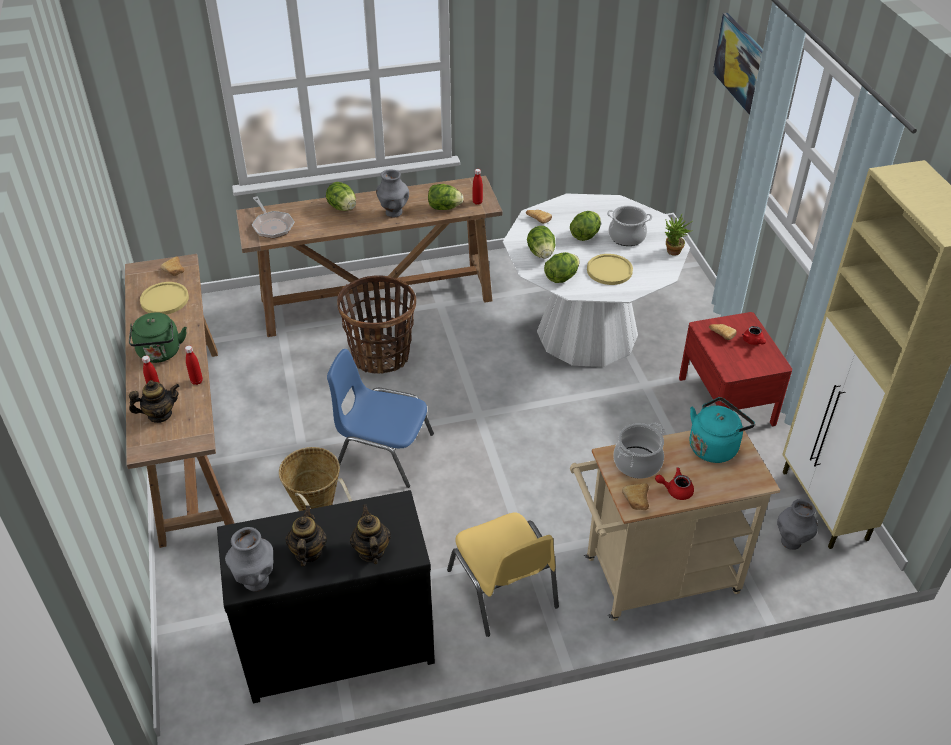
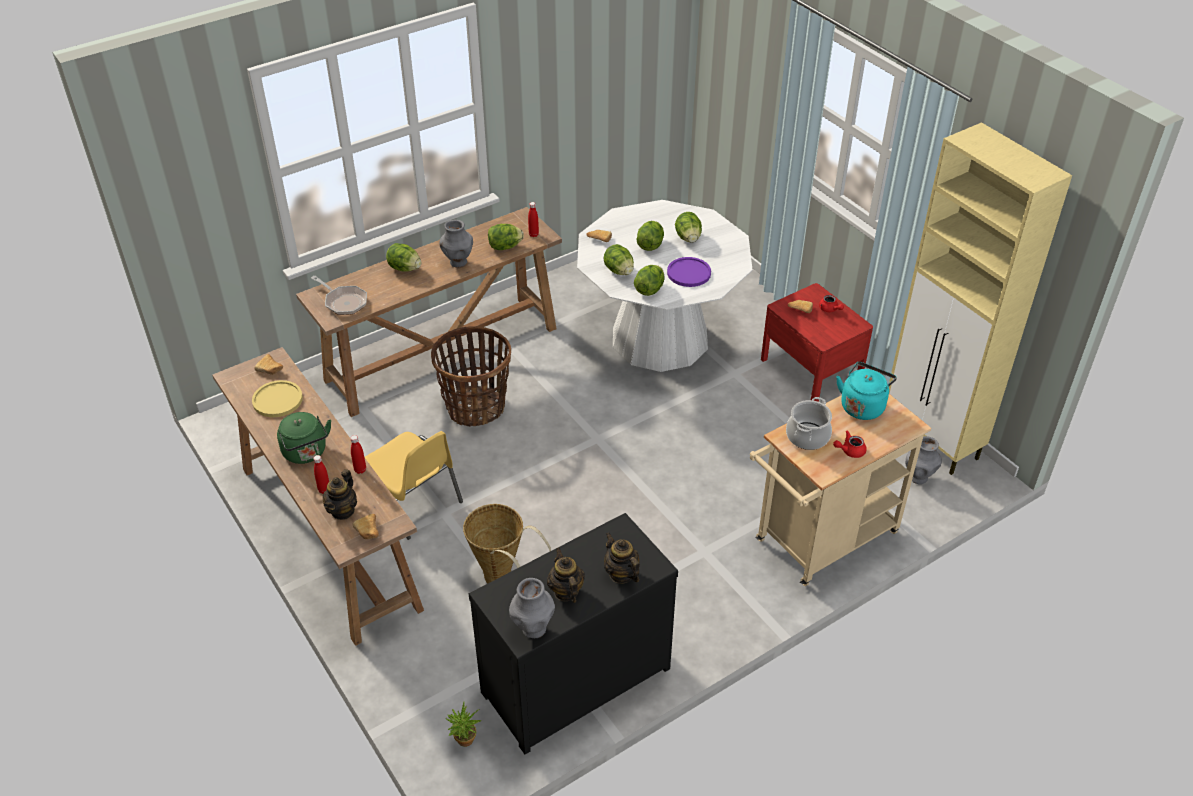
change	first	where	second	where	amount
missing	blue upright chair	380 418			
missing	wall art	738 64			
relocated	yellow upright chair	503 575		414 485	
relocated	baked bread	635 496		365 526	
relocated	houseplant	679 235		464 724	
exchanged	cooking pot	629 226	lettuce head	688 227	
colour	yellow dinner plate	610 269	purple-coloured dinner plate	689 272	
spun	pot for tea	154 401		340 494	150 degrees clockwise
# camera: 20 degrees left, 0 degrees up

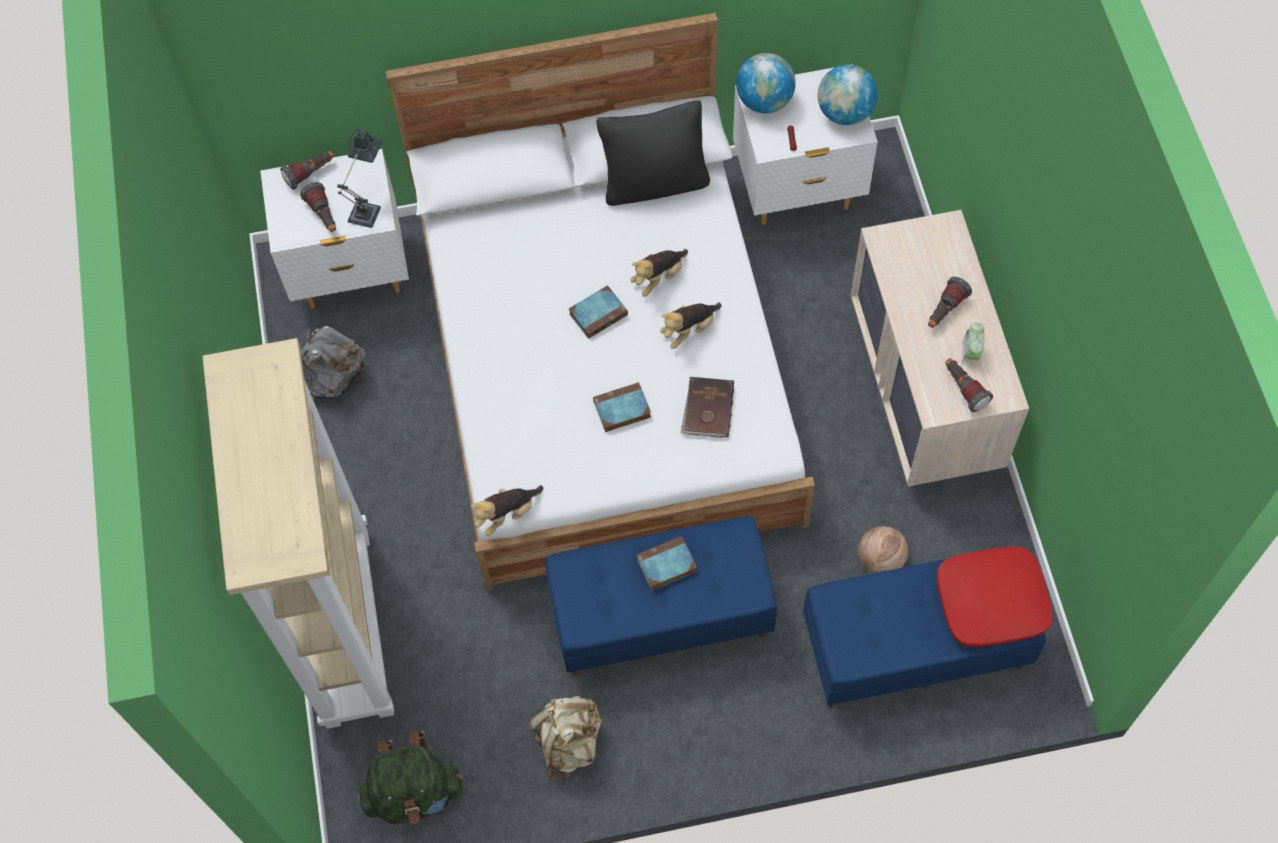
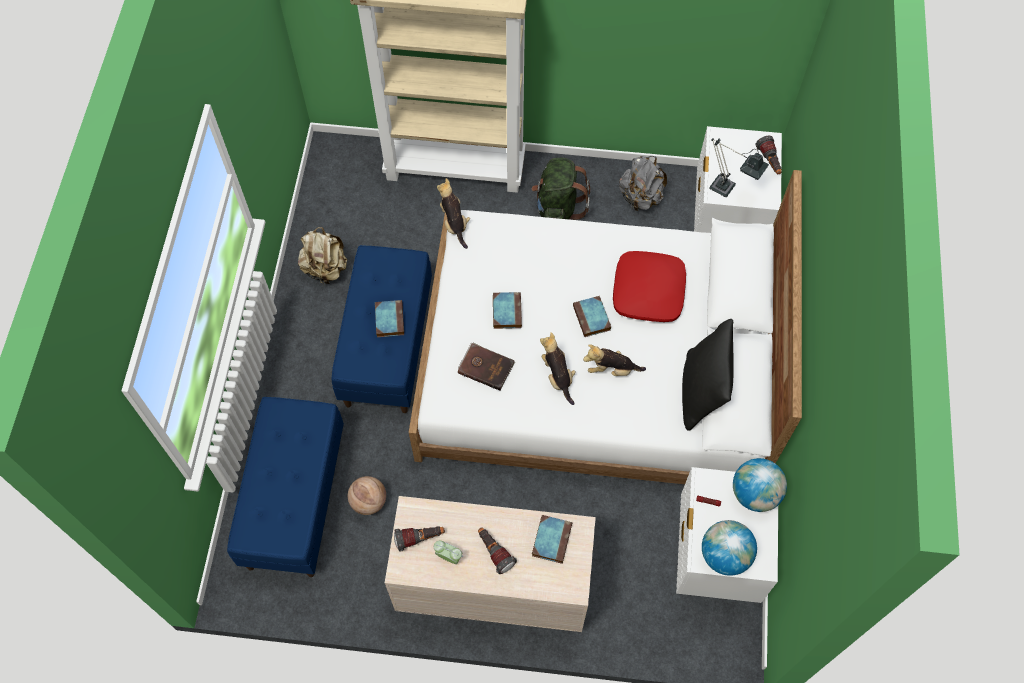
change	first	where	second	where	amount
missing	hand torch	318 207			
appeared			bound book	552 539	
relocated	green rucksack	411 777		560 189	
relocated	reddish throw pillow	994 597		649 286	
spun	soft toy	659 273		614 360	60 degrees counterclockwise
# camera: 105 degrees right, 0 degrees up

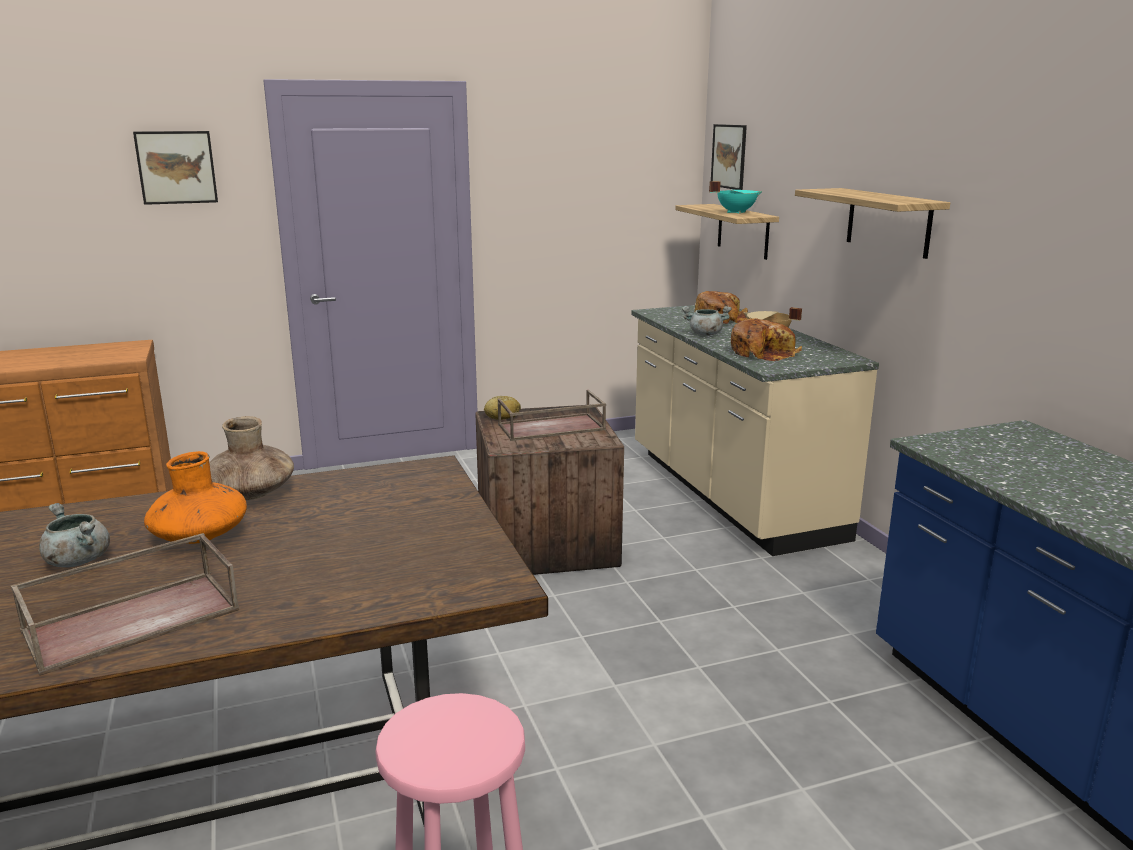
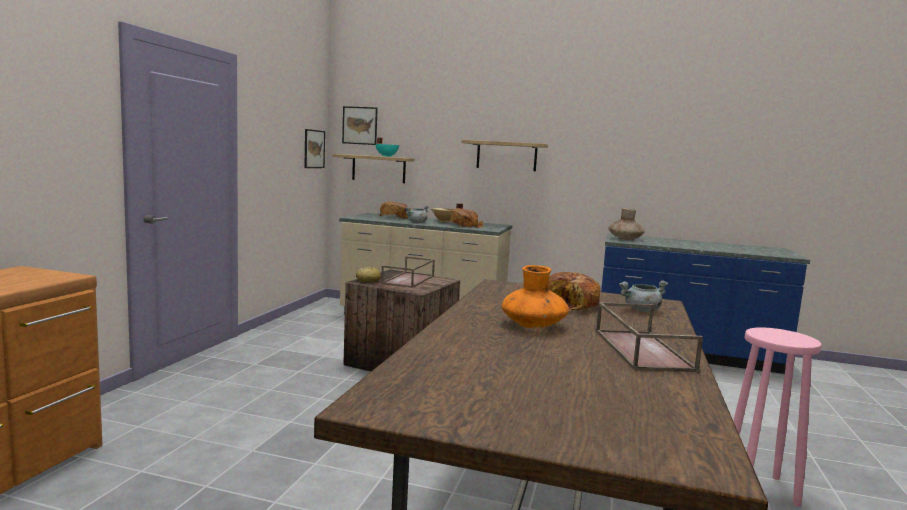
change	first	where	second	where	amount
appeared			baked bread	574 291	
relocated	greyish cooking pot	74 535		643 296	
relocated	wall art	175 168		314 148	
relocated	brown-coloured flower vase	251 458		627 224	
# camera: 55 degrees left, 10 degrees down

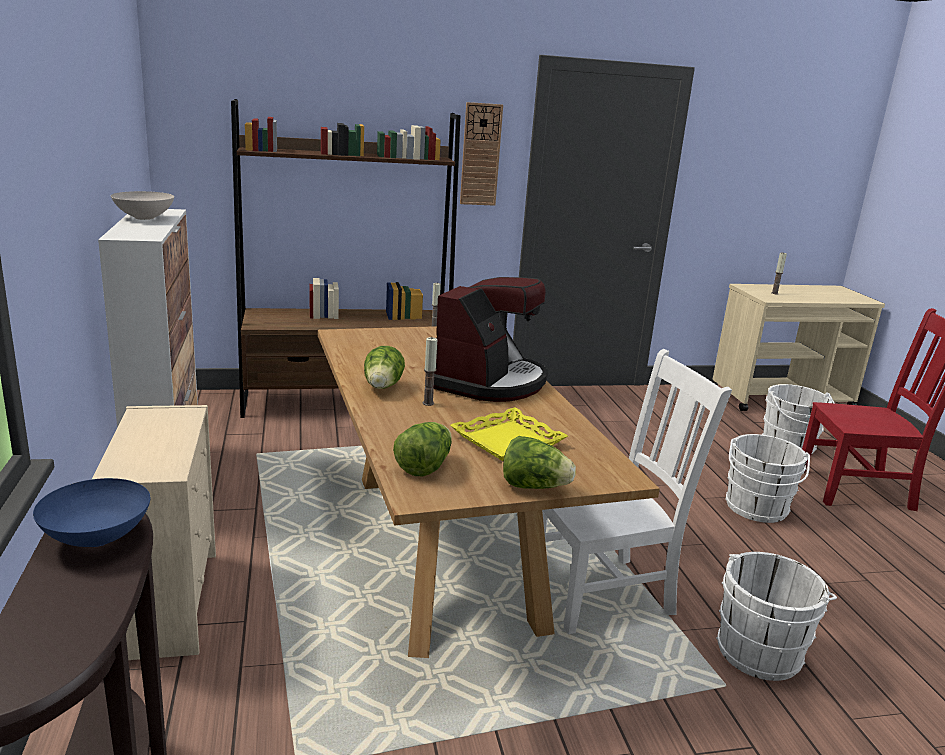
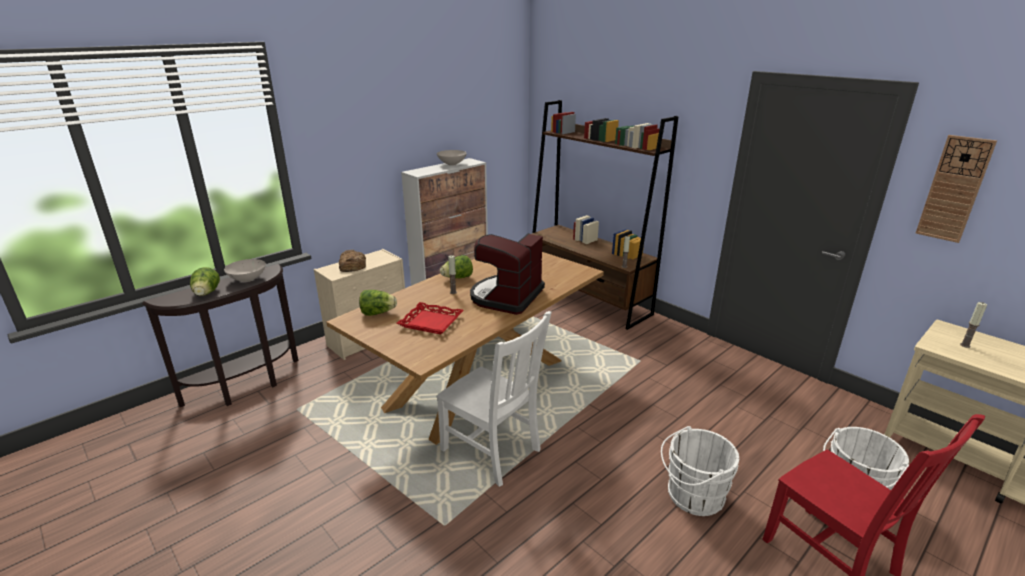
change	first	where	second	where	amount
missing	whitish bucket	776 616			
appeared			baked bread	352 261	
relocated	wall clock	481 154		956 189	
relocated	lettuce head	539 462		205 281	
colour	blue bowl	91 512	whitish bowl	245 270	
colour	yellow tray	509 434	reddish tray	430 318	
spun	coffee brewer	490 339		507 274	120 degrees clockwise
# camera: 60 degrees right, 5 degrees up

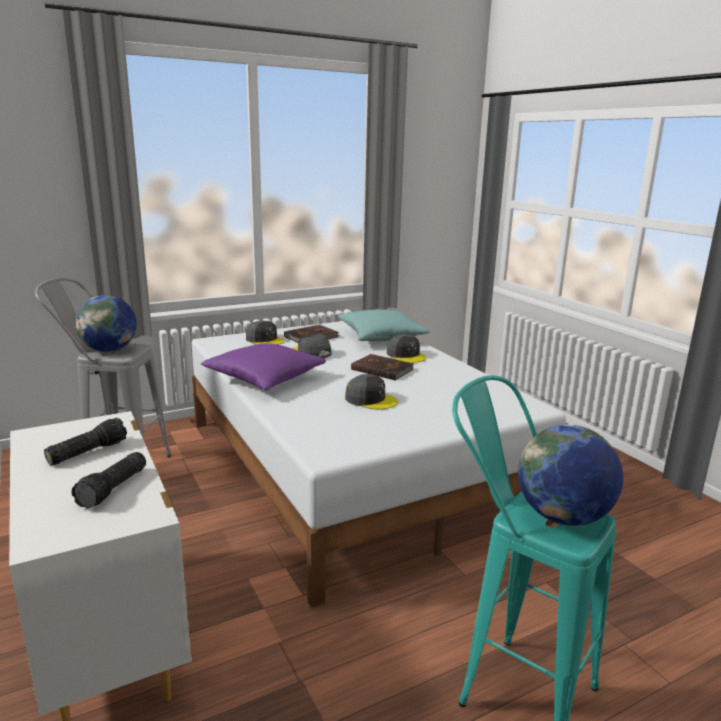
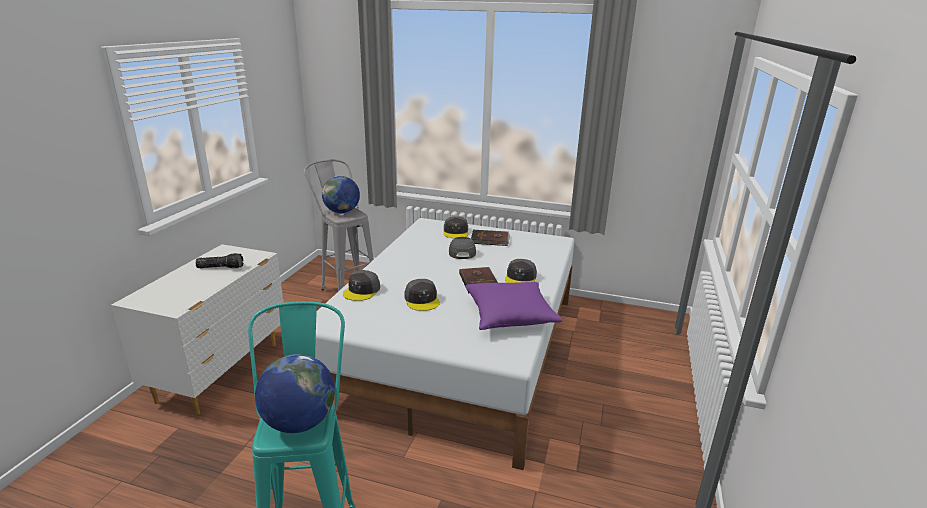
change	first	where	second	where	amount
missing	hand torch	109 480			
missing	turquoise-coloured throw pillow	384 326			
appeared			greyish cap	361 285	
relocated	purple-coloured throw pillow	263 366		514 306	
# camera: 45 degrees right, 5 degrees up

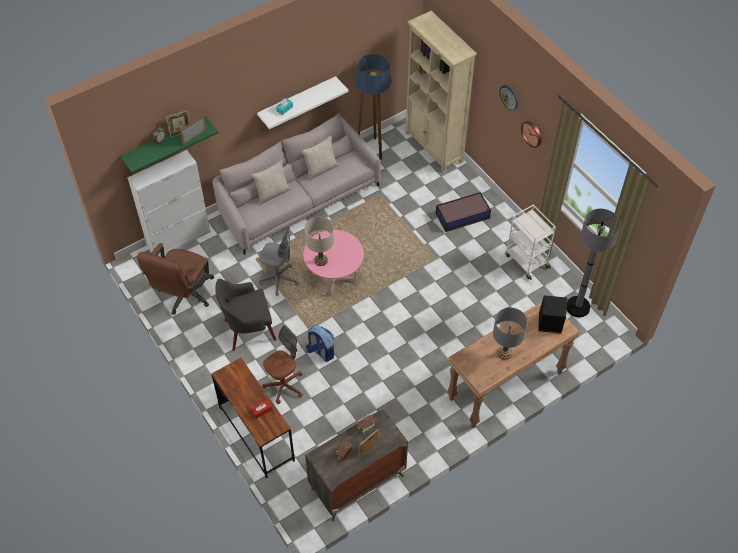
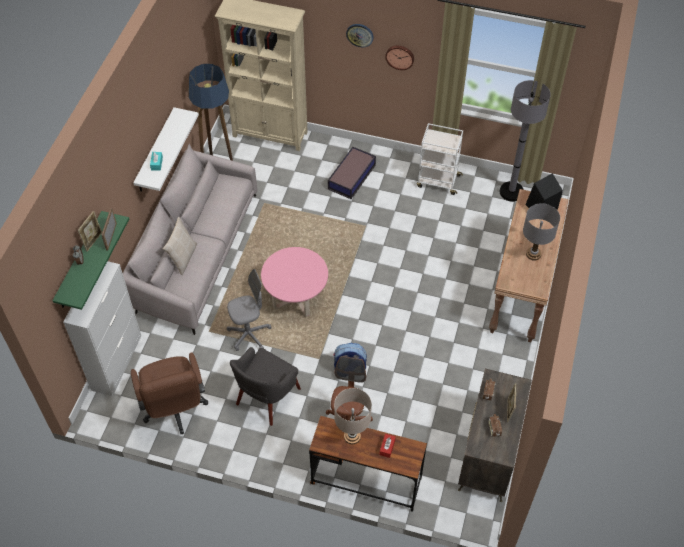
change	first	where	second	where	amount
missing	beige throw pillow	320 158			
relocated	beige tabletop lamp	319 241		353 416	
# camera: 40 degrees left, 0 degrees up

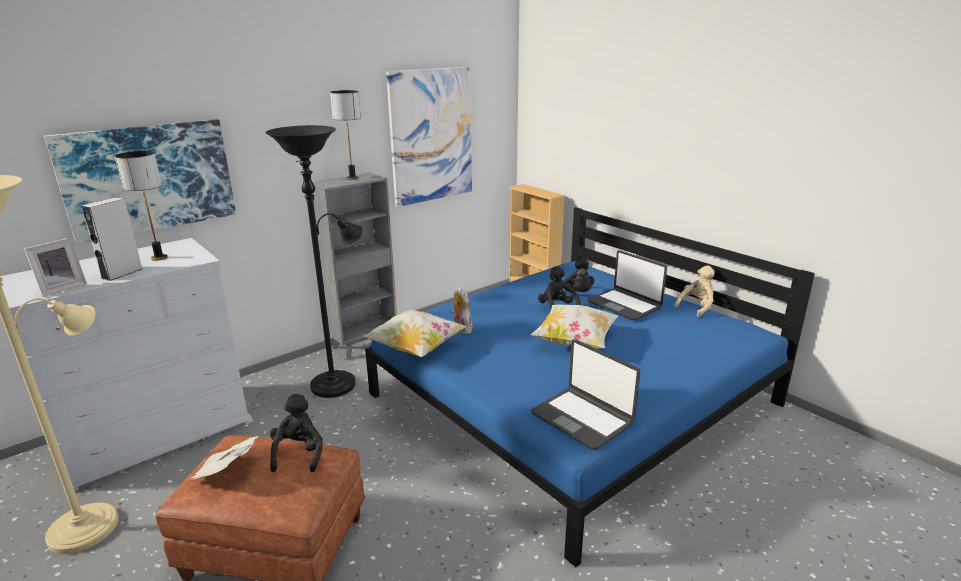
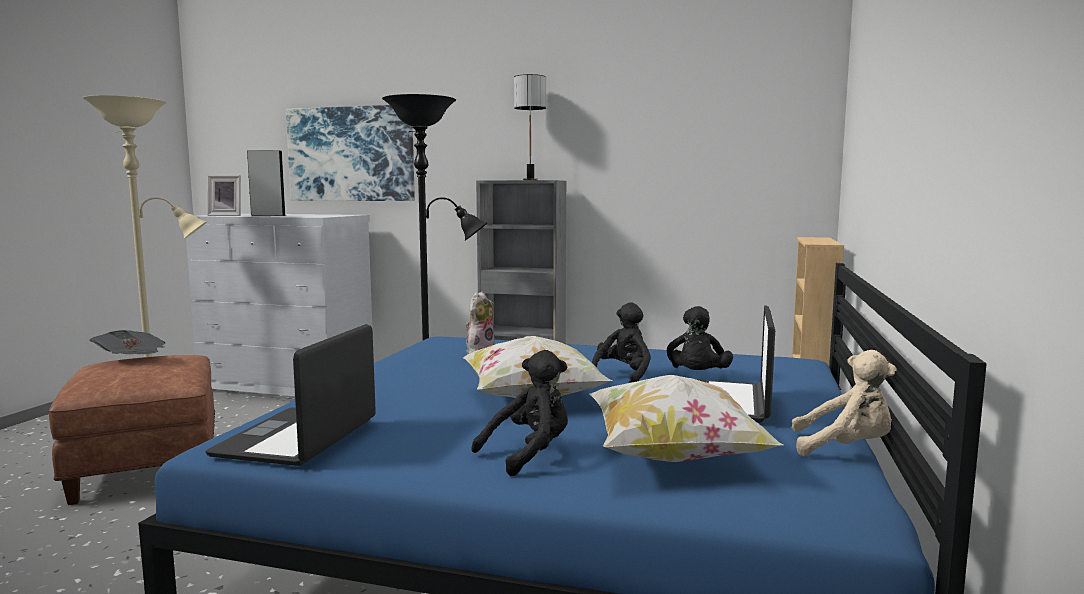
change	first	where	second	where	amount
missing	tabletop lamp	141 206			
missing	wall art	429 137			
relocated	blackish soft toy	296 433		519 413	
relocated	throw pillow	415 333		685 418	
# camera: 55 degrees right, 15 degrees down

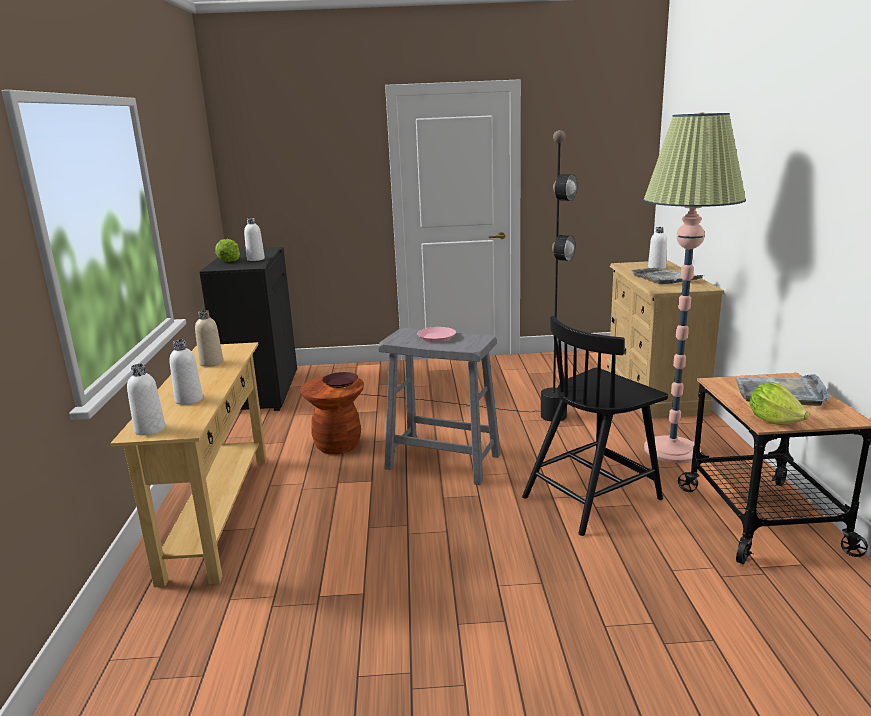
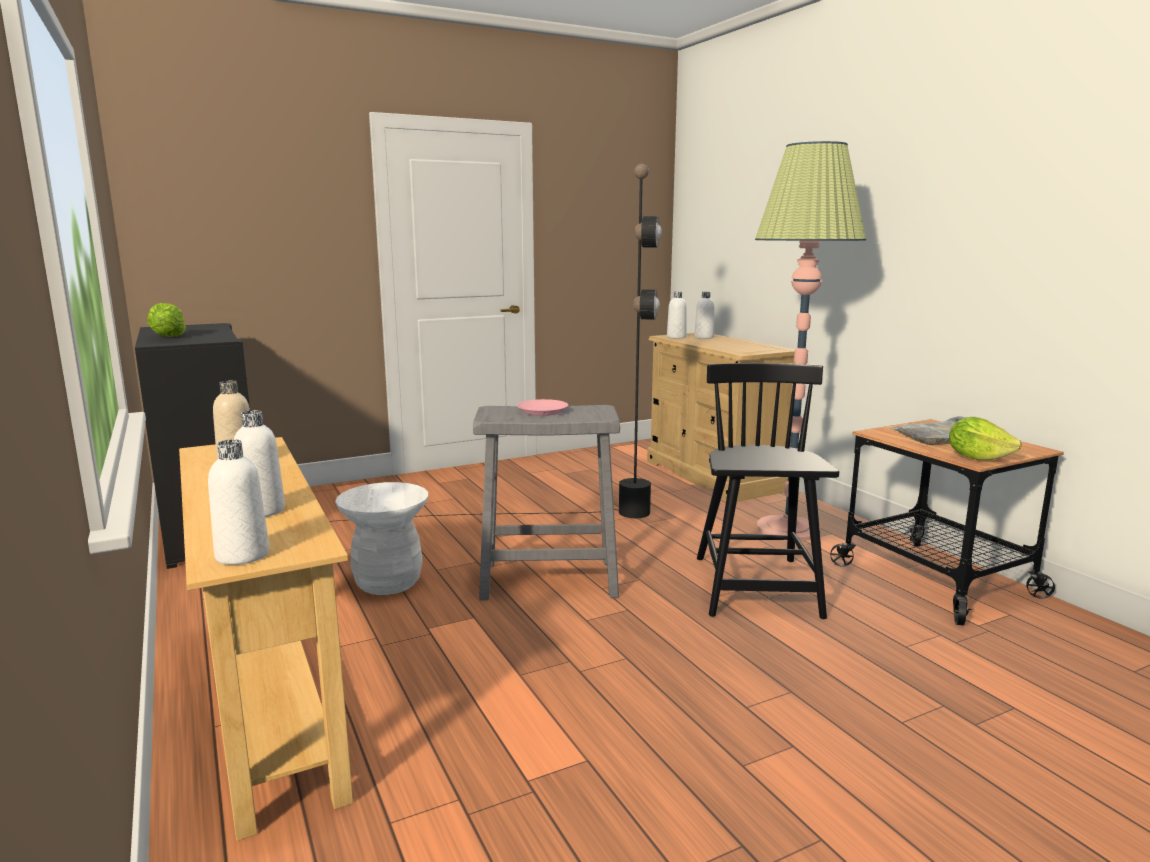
change	first	where	second	where	amount
missing	brown-coloured dinner plate	340 380			
missing	greyish tray	667 276			
relocated	whitish drink bottle	254 239		676 315	
colour	brown-coloured stool seat	332 415	whitish stool seat	381 538	
spun	blackish upright chair	595 426		768 491	150 degrees clockwise
# camera: 25 degrees left, 5 degrees down

